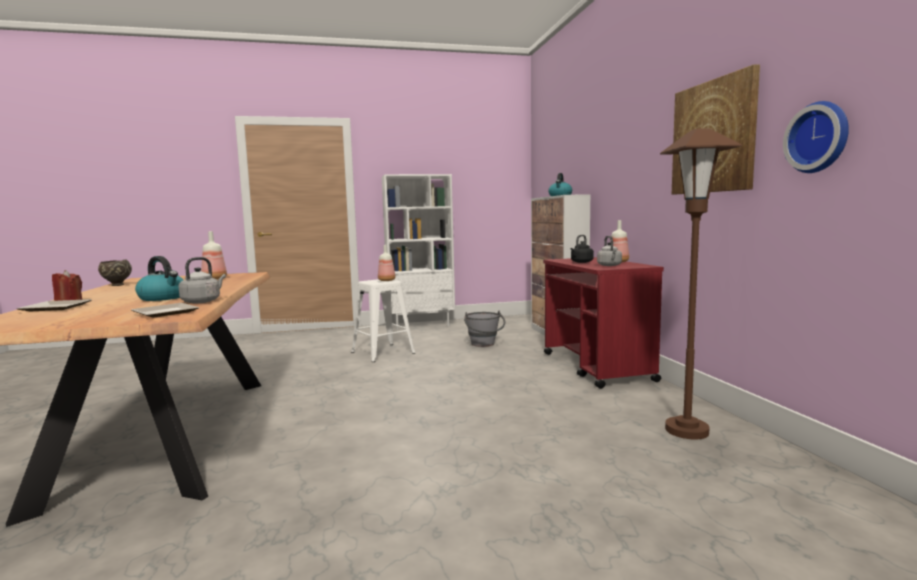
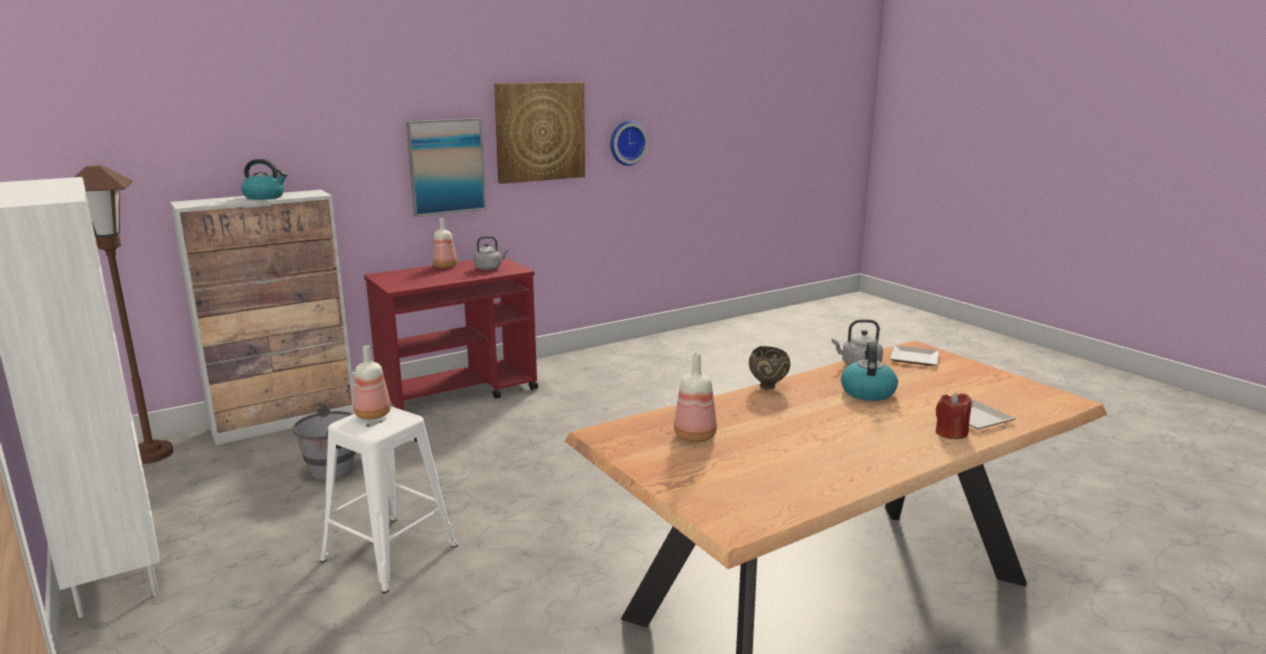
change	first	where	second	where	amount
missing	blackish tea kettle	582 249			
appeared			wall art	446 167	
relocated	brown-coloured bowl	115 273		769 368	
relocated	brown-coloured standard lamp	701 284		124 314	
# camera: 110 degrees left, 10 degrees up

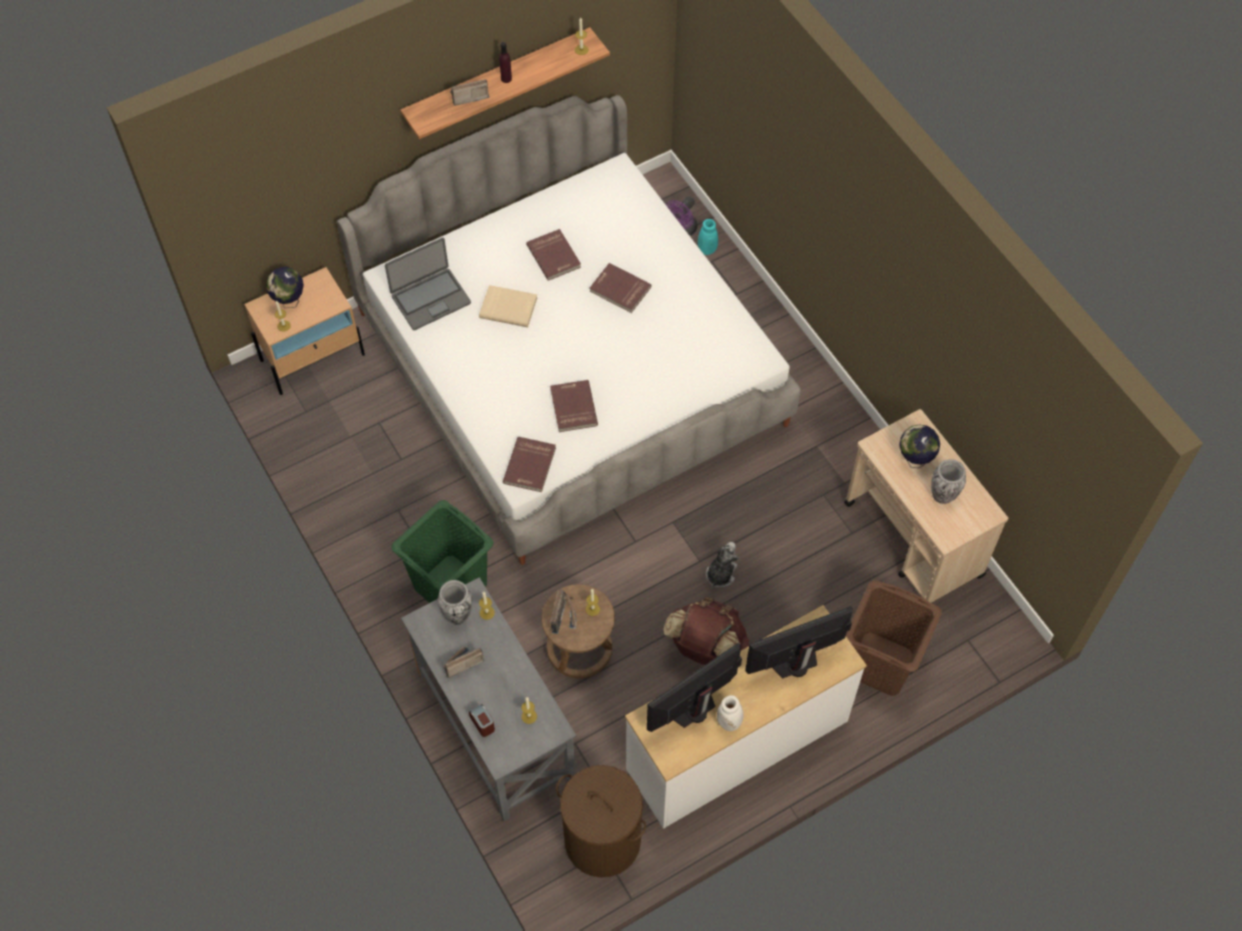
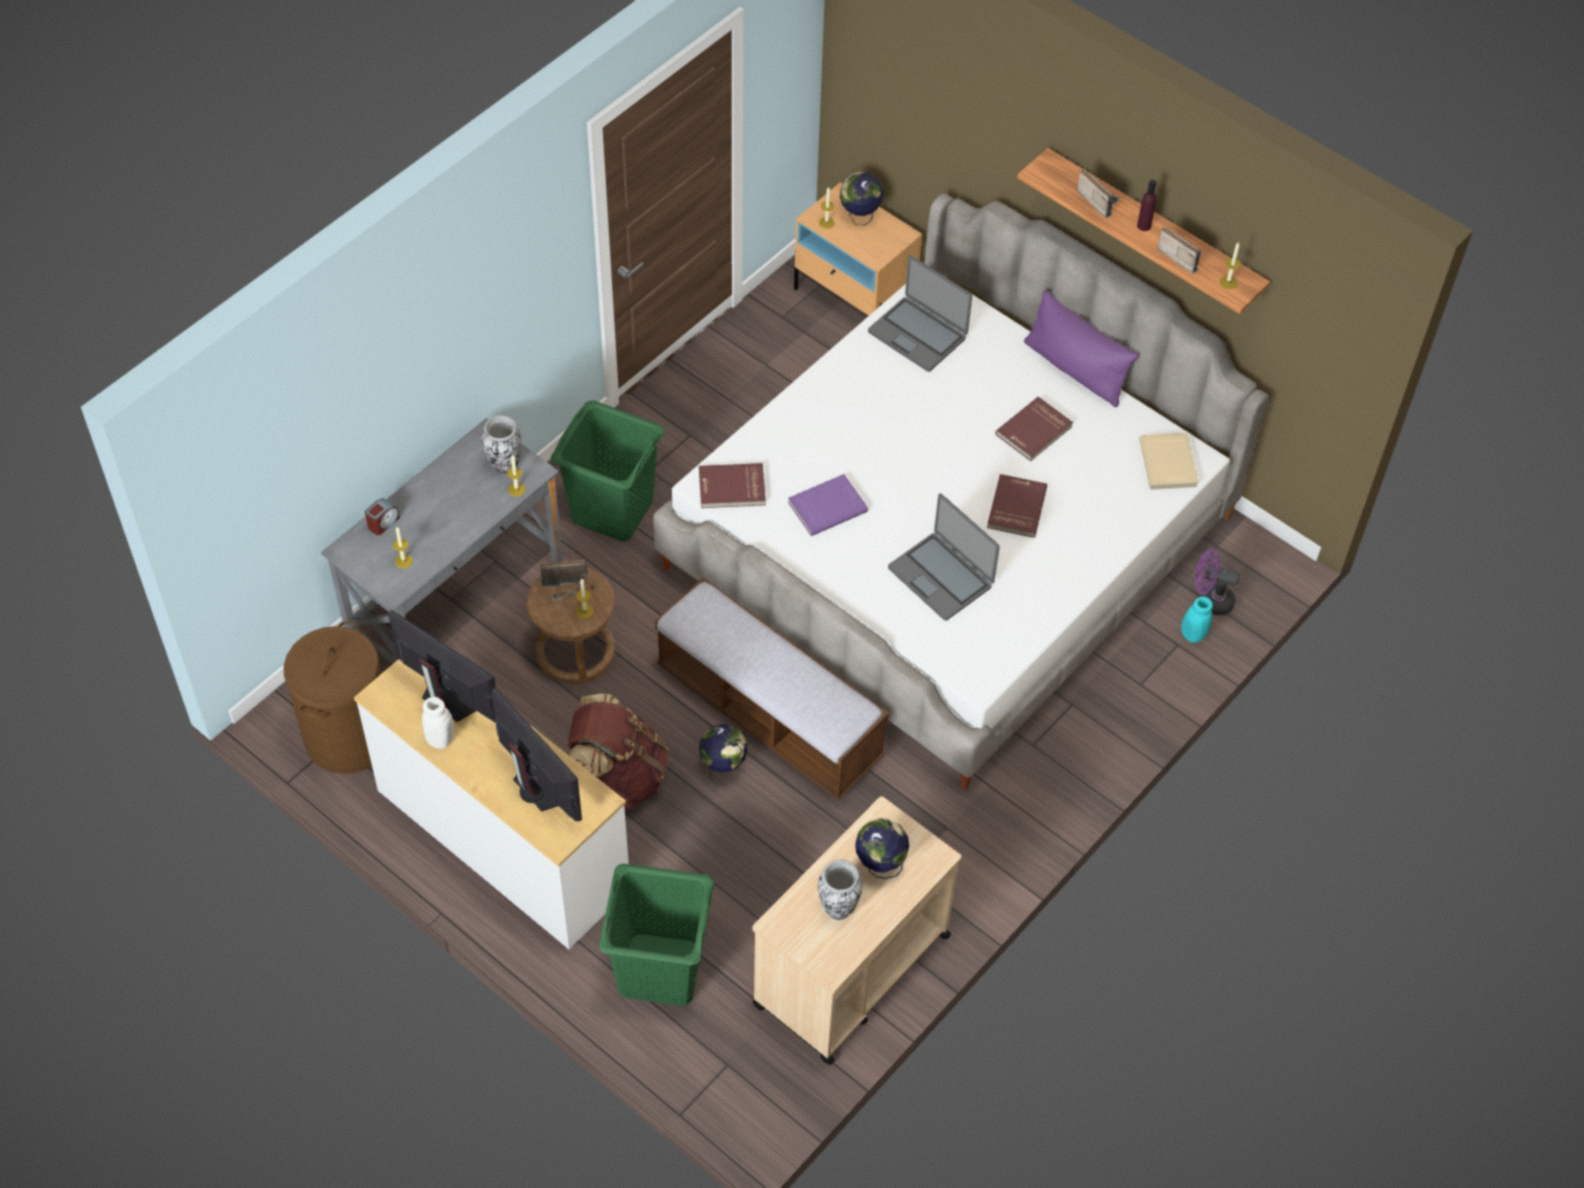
change	first	where	second	where	amount
appeared			indoor bench	772 689	
appeared			notebook computer	944 557	
appeared			purple-coloured throw pillow	1081 348	
relocated	radio	464 661		1180 250	
relocated	beige bound book	508 306		1169 461	
exchanged	soft toy	722 565	globe	723 755	
colour	reddish bound book	574 406	purple-coloured bound book	828 505	
colour	brown-coloured washing basket	894 638	green washing basket	656 935	
# camera: 70 degrees right, 5 degrees down

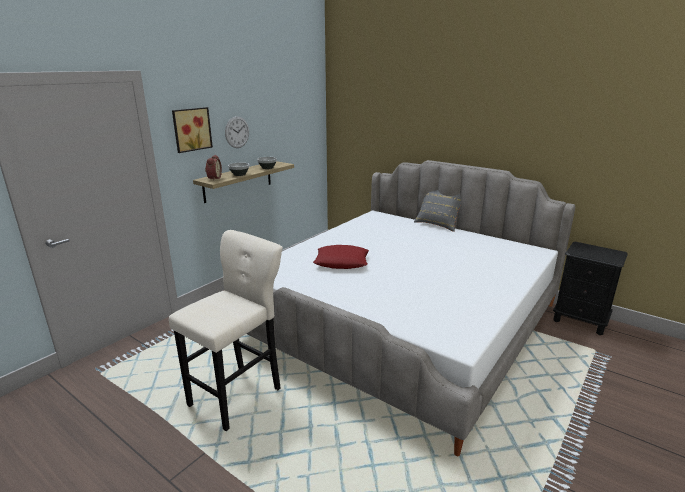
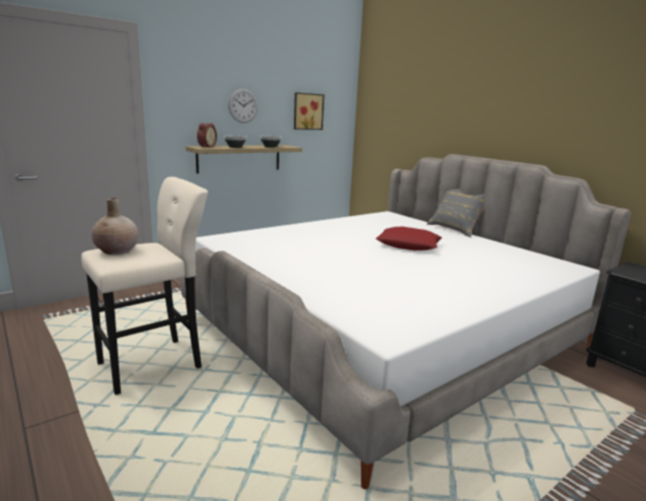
change	first	where	second	where	amount
appeared			beige flower vase	115 226	
relocated	wall art	192 130		309 111	
relocated	reddish throw pillow	341 257		409 239	
# camera: 15 degrees right, 5 degrees down

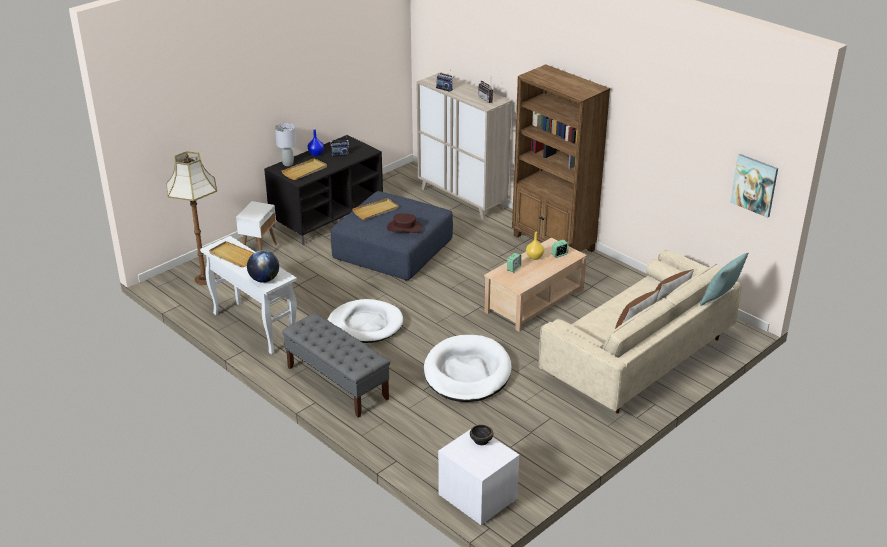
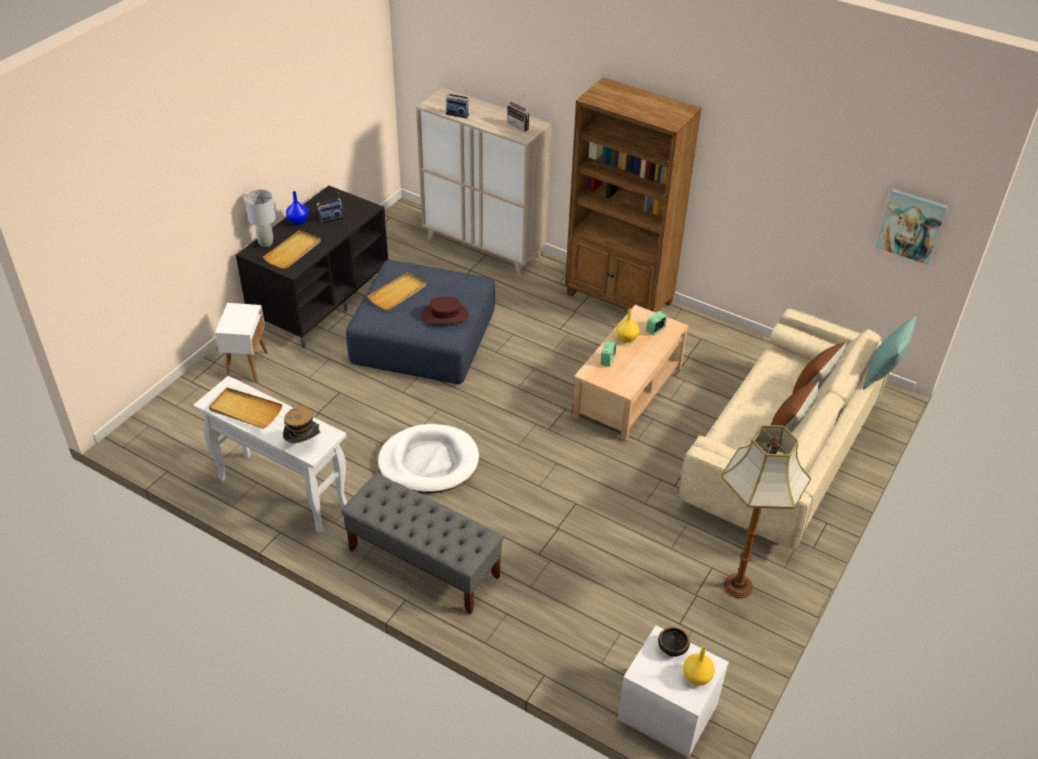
change	first	where	second	where	amount
missing	whitish dog bed	468 368			
appeared			yellow flower vase	699 666	
relocated	standard lamp	191 218		766 511	
exchanged	globe	263 266	clothing hat	301 424	
# camera: 15 degrees left, 10 degrees up

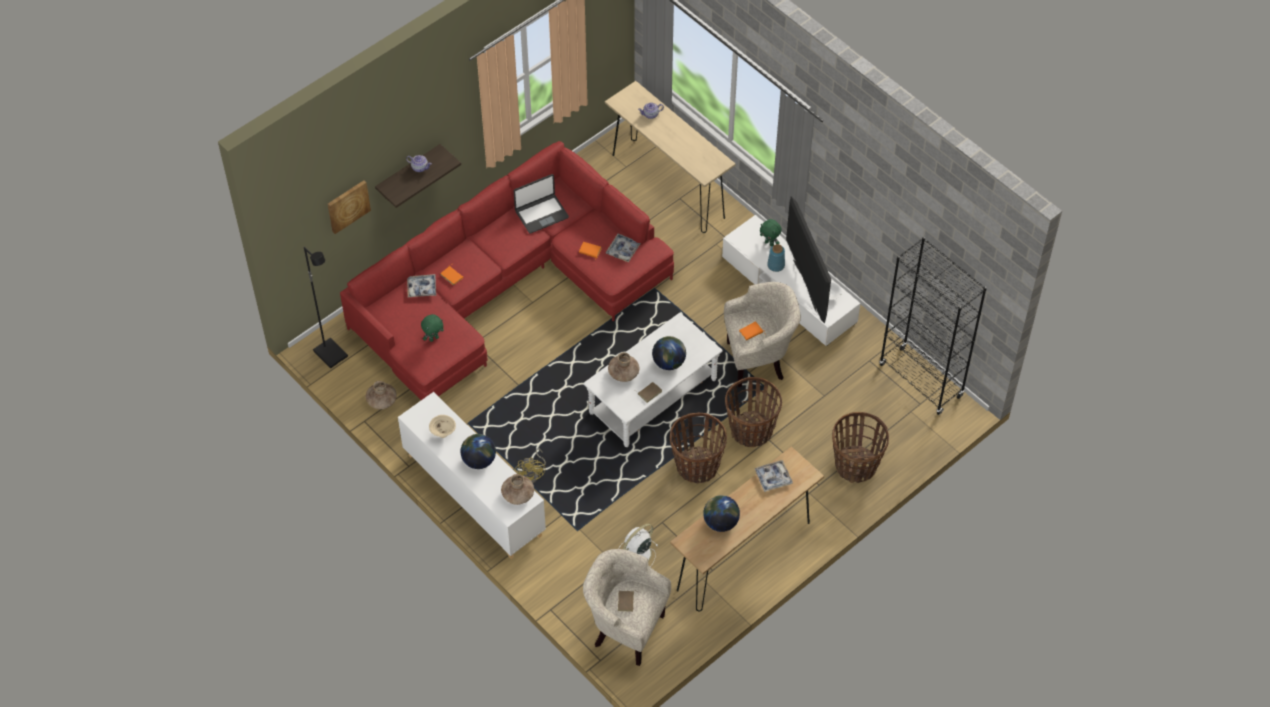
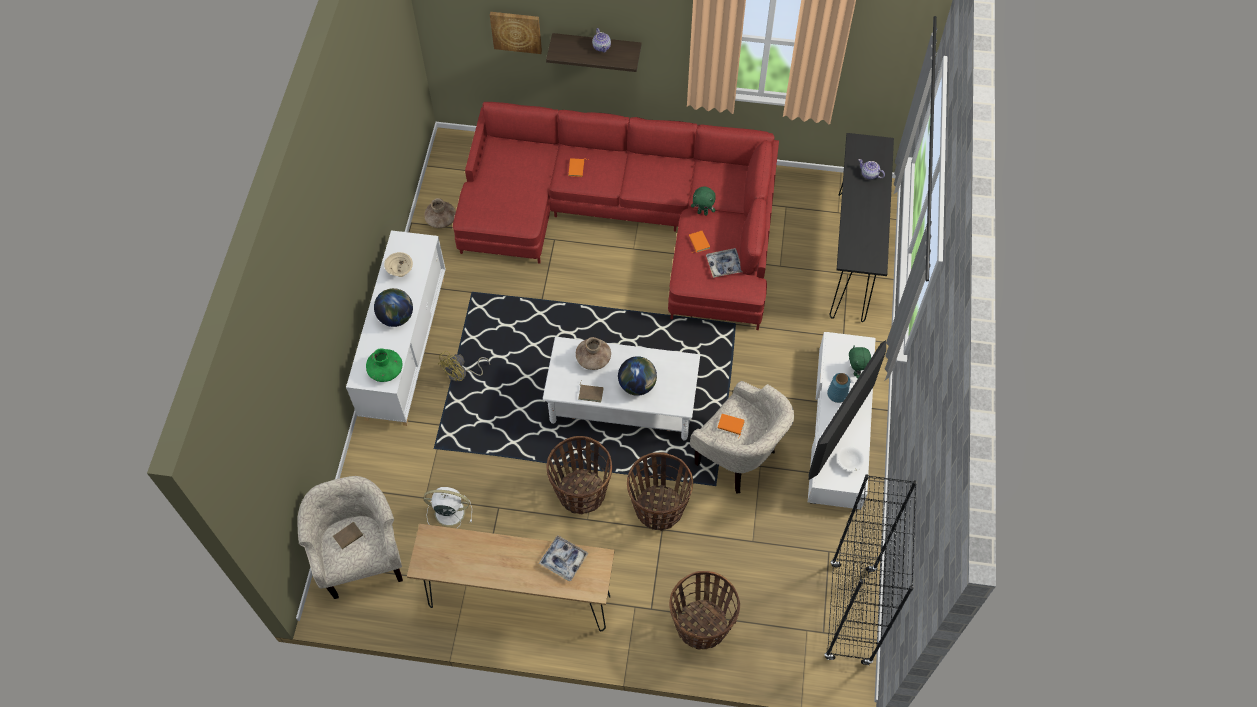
change	first	where	second	where	amount
missing	blackish standard lamp	326 307			
missing	tray	421 285			
missing	notebook computer	541 203			
missing	globe	721 513			
relocated	green soft toy	432 328		703 201	
colour	brown-coloured flower vase	517 489	green flower vase	384 365	
colour	beige hall table	670 157	blackish hall table	862 227	
# camera: 50 degrees right, 5 degrees up

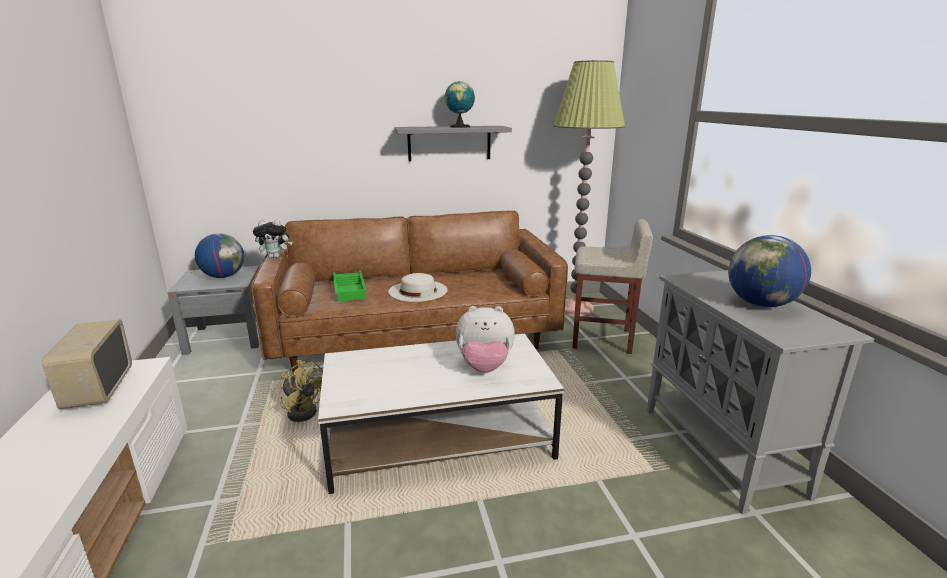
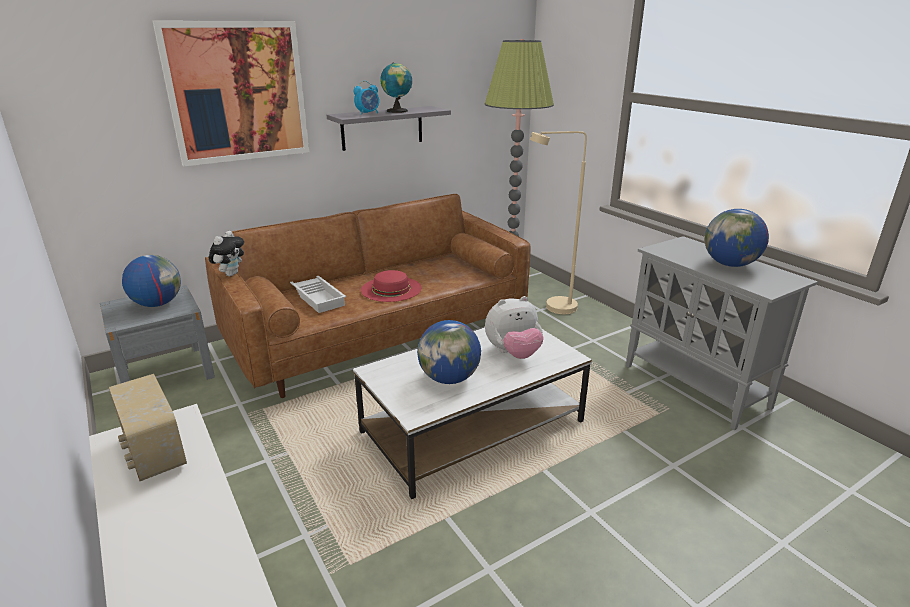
change	first	where	second	where	amount
missing	yellow electric fan	301 391			
appeared			wall art	231 94	
appeared			alarm clock	366 98	
appeared			globe	449 352	
exchanged	beige stool seat	612 286	beige standard lamp	558 222	
colour	green tray	349 286	whitish tray	318 294	
colour	whitish clothing hat	418 287	reddish clothing hat	391 286	
spun	soft toy	273 238		226 253	45 degrees counterclockwise
# camera: 20 degrees left, 5 degrees up

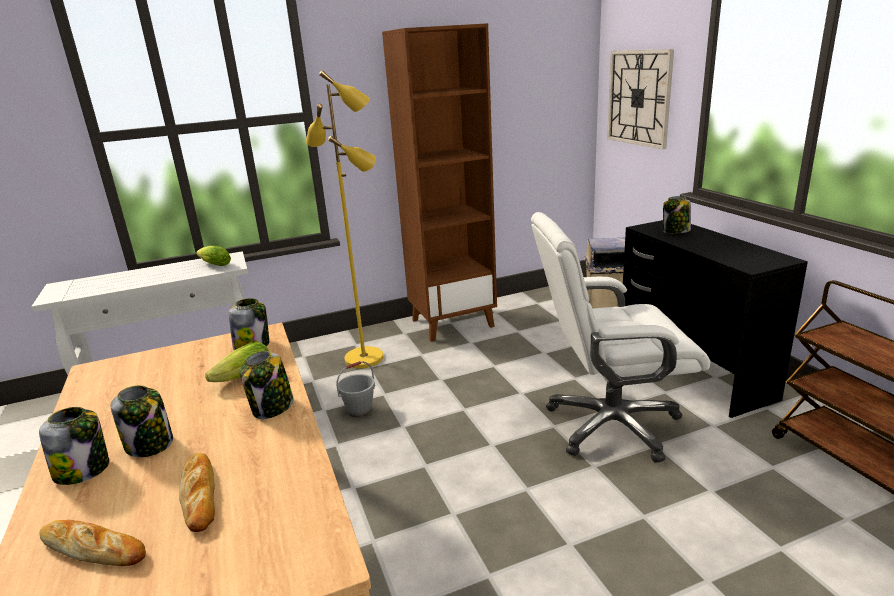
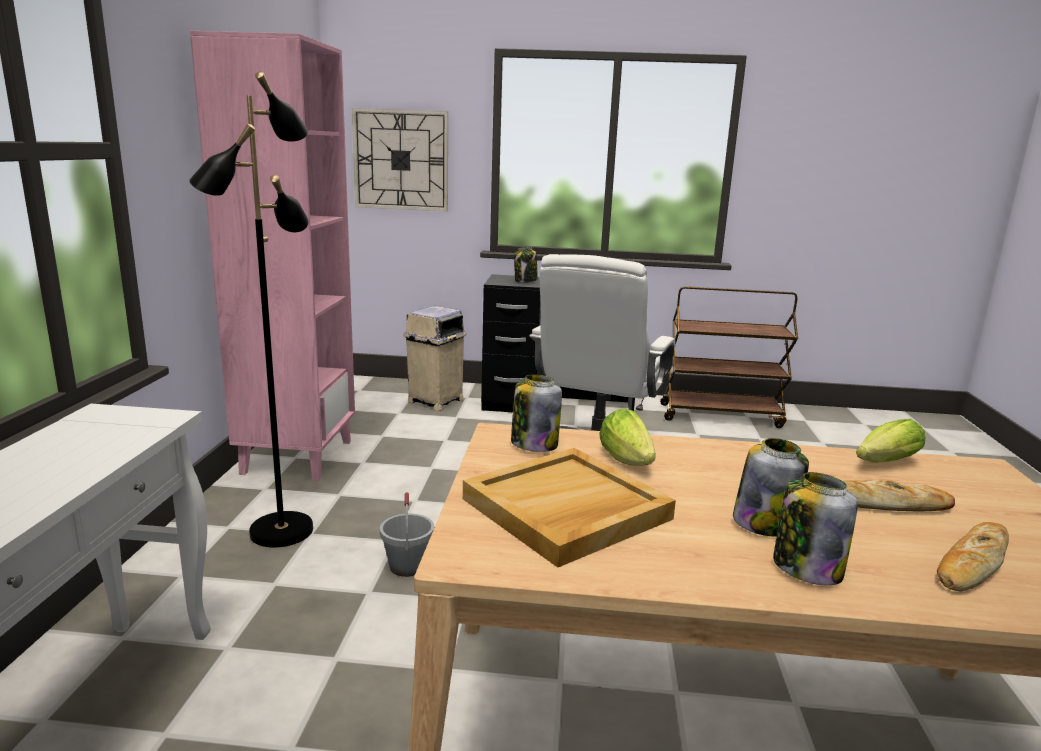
change	first	where	second	where	amount
missing	jar	266 385			
appeared			beige tray	569 508	
relocated	lettuce head	213 256		890 441	
colour	yellow standard lamp	345 219	blackish standard lamp	251 309	
colour	brown-coloured bookcase	439 182	pink bookcase	272 256	
# camera: 65 degrees left, 5 degrees down

